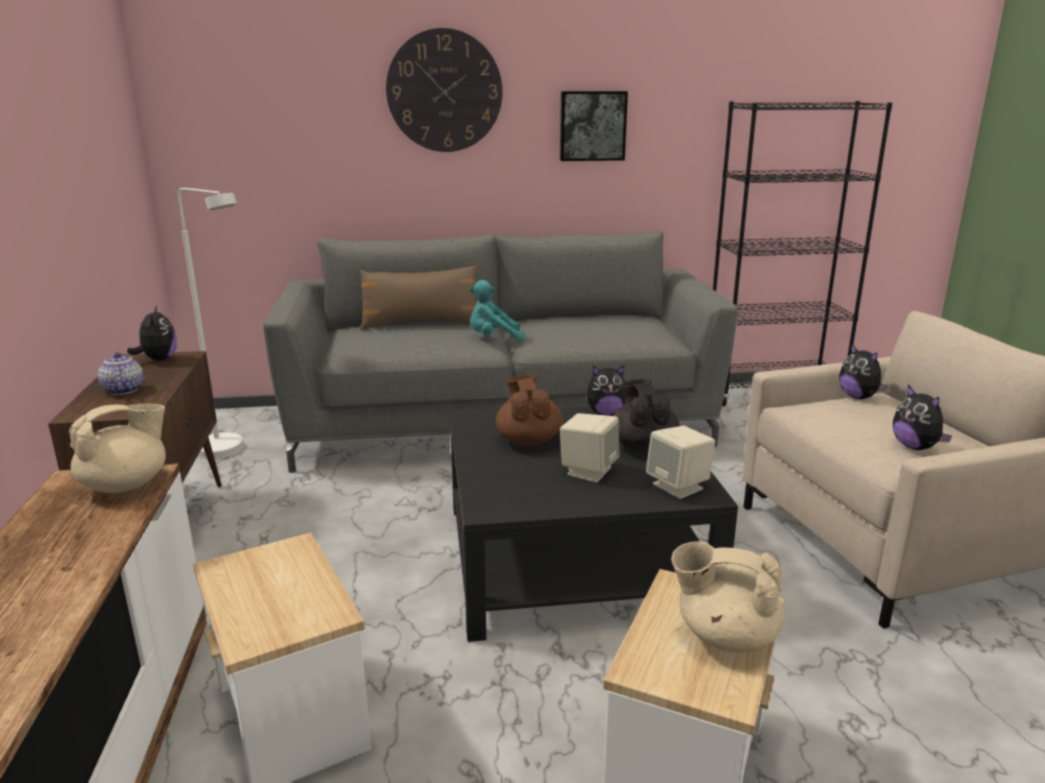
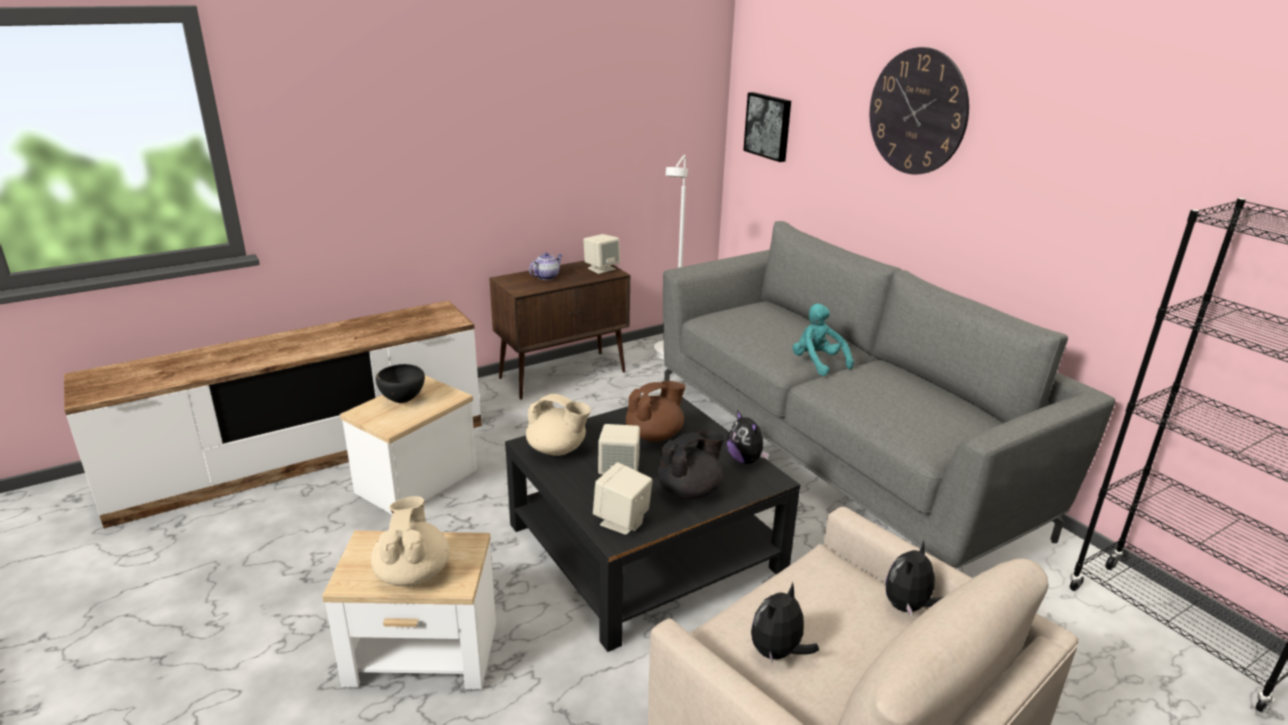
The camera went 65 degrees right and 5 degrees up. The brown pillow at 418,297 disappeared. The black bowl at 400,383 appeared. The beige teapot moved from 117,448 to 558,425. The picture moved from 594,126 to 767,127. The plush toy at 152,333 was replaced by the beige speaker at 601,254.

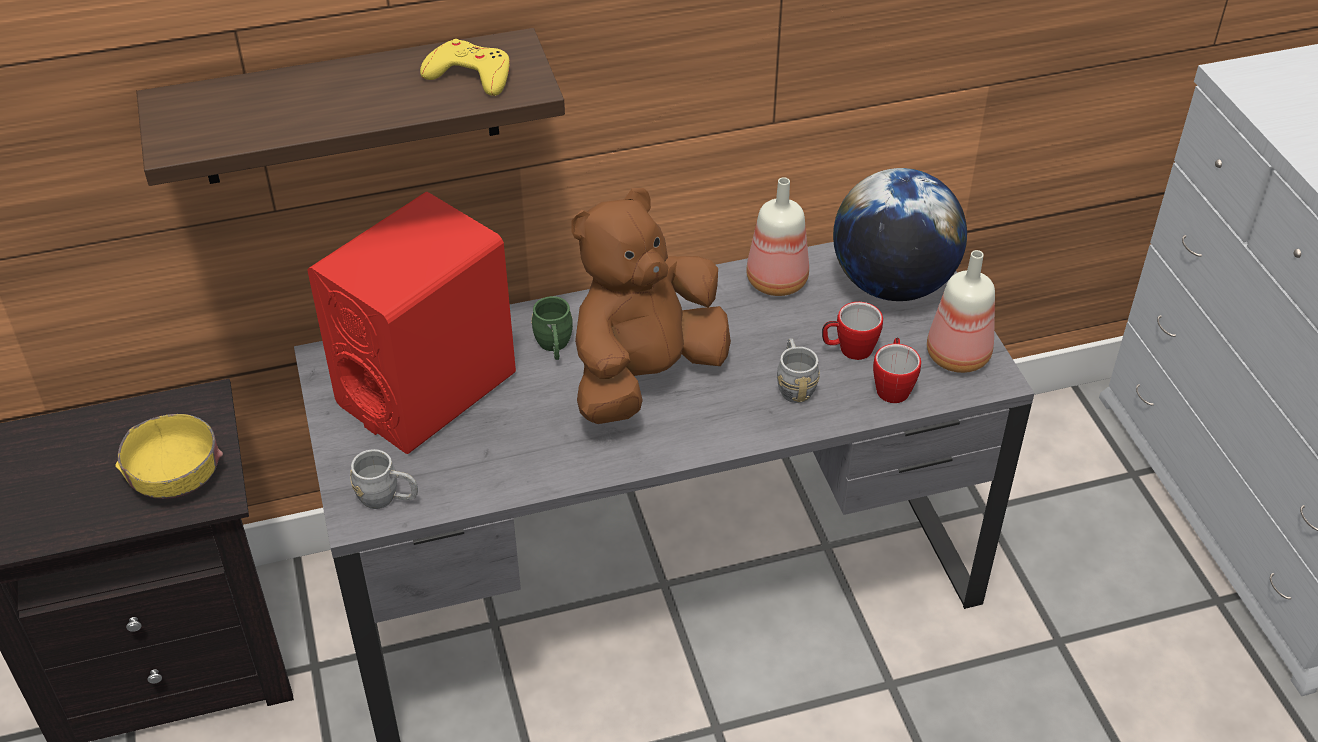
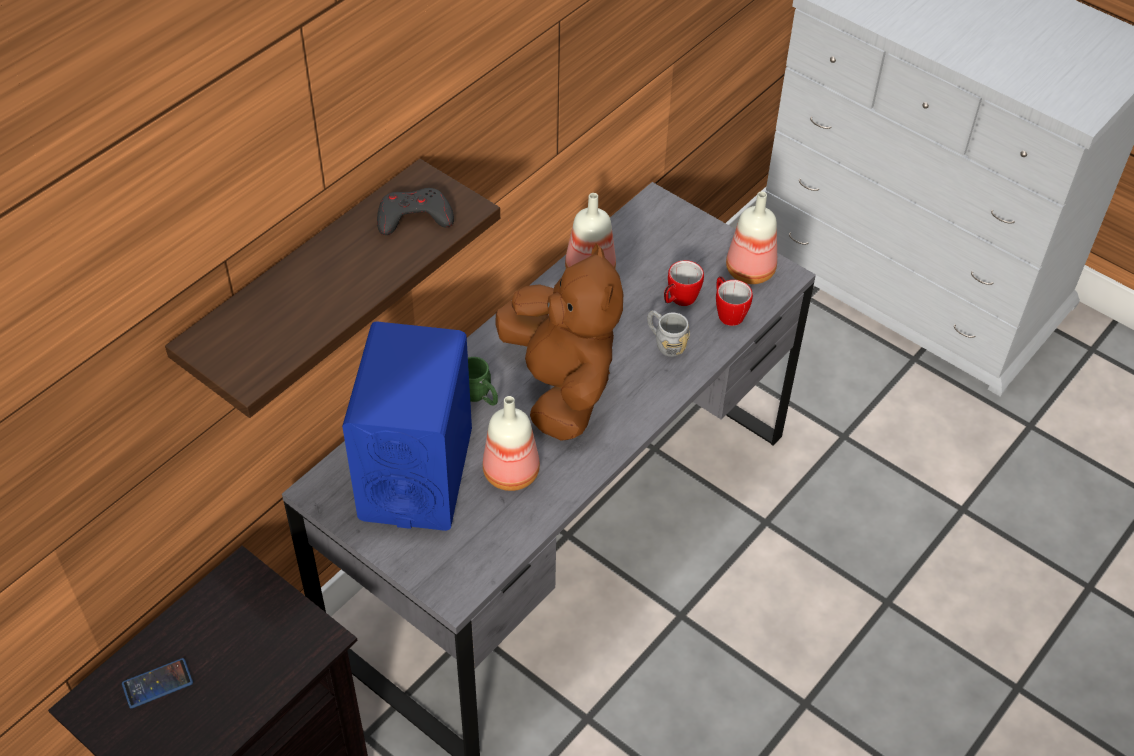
The camera went 35 degrees left and 5 degrees up. The yellow bowl at 169,456 disappeared. The grey mug at 384,479 disappeared. The globe at 900,234 disappeared. The phone at 157,683 appeared. The bottle at 511,443 appeared. The red speaker at 411,323 became the blue speaker at 407,426. The yellow game controller at 465,67 became the grey game controller at 415,211. The brown plush toy at 651,306 turned 150 degrees clockwise.

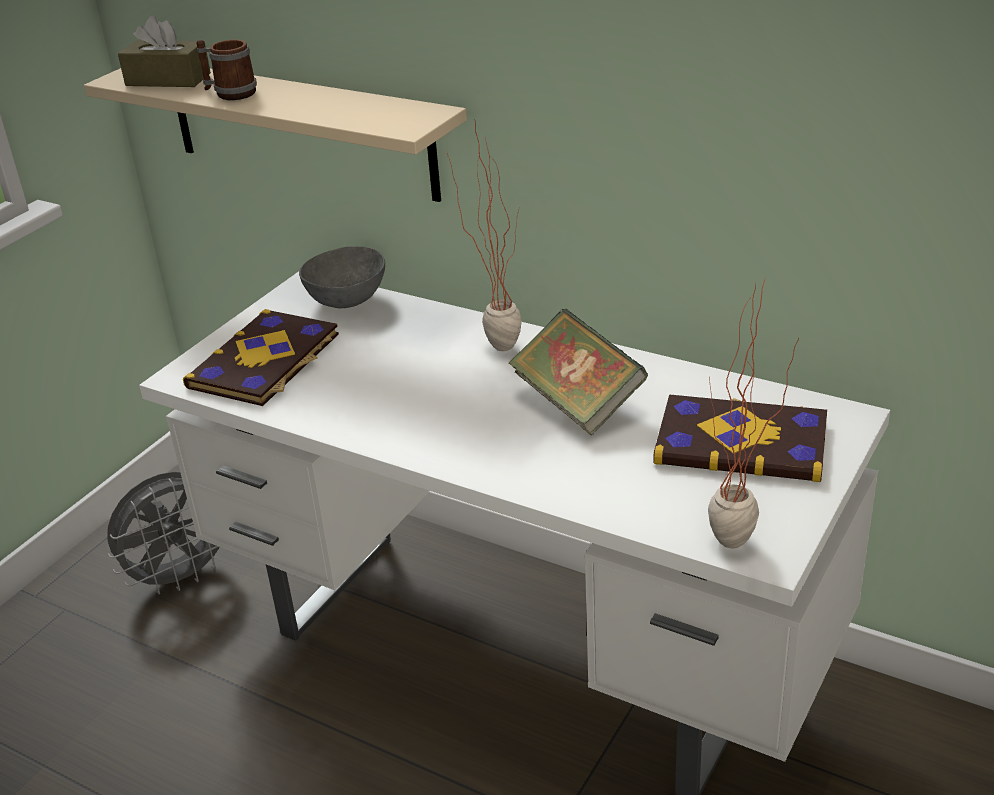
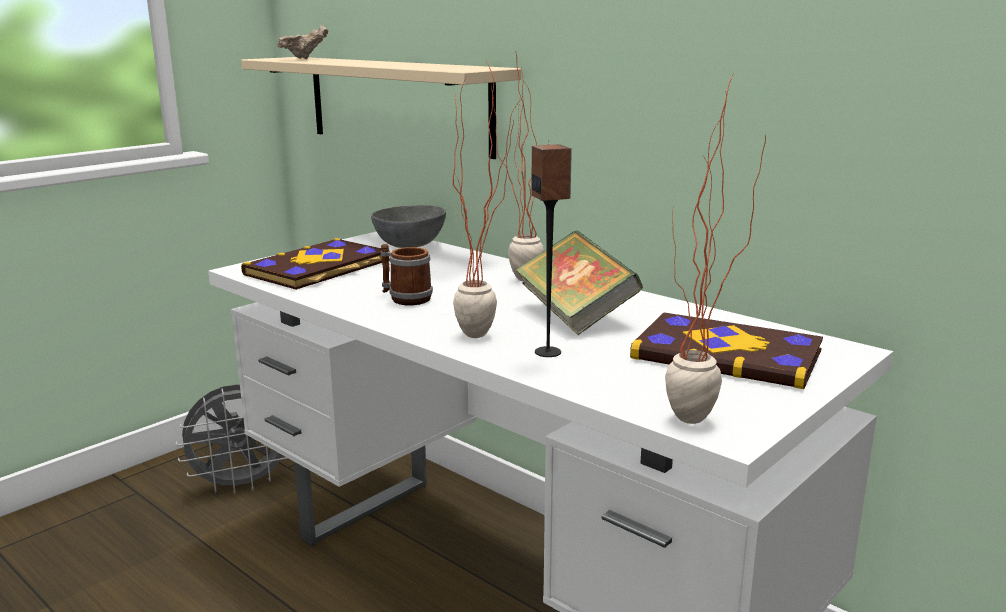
The camera went 10 degrees right and 15 degrees down. The potted plant at 486,198 appeared. The speaker at 551,250 appeared. The mug moved from 226,69 to 406,274. The brown tissue box at 164,51 was replaced by the beige bowl at 303,42.

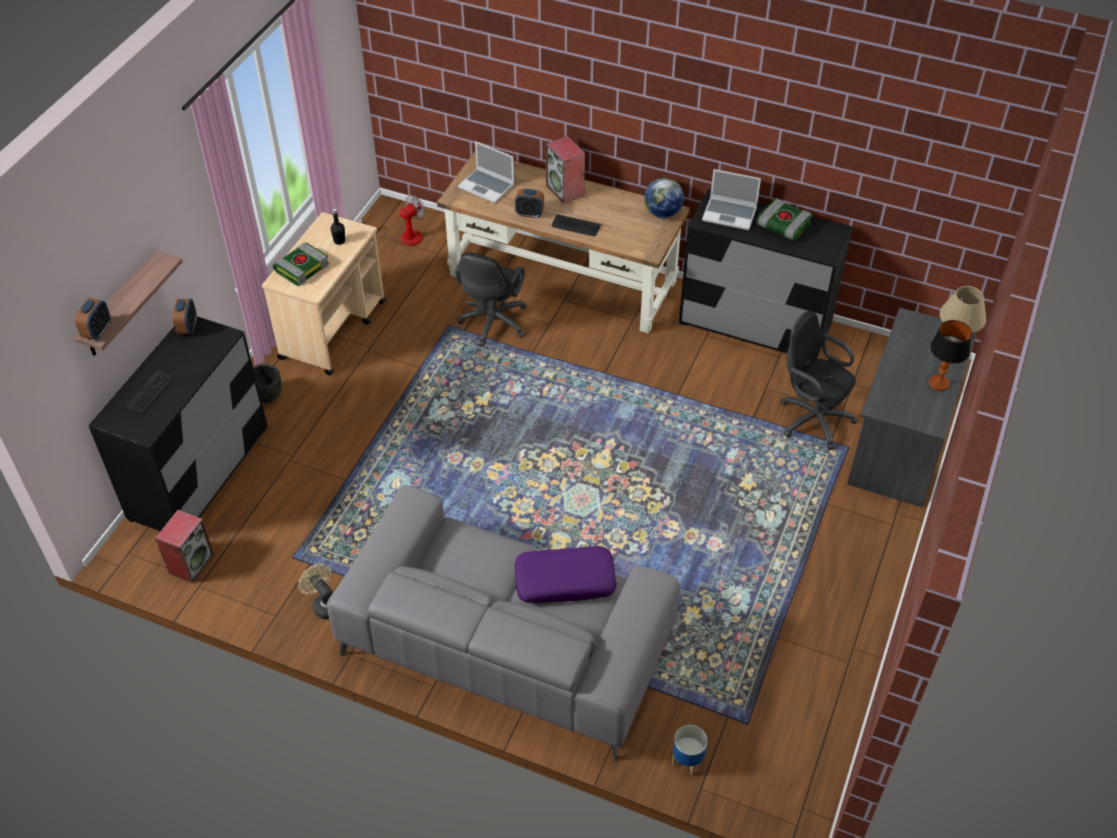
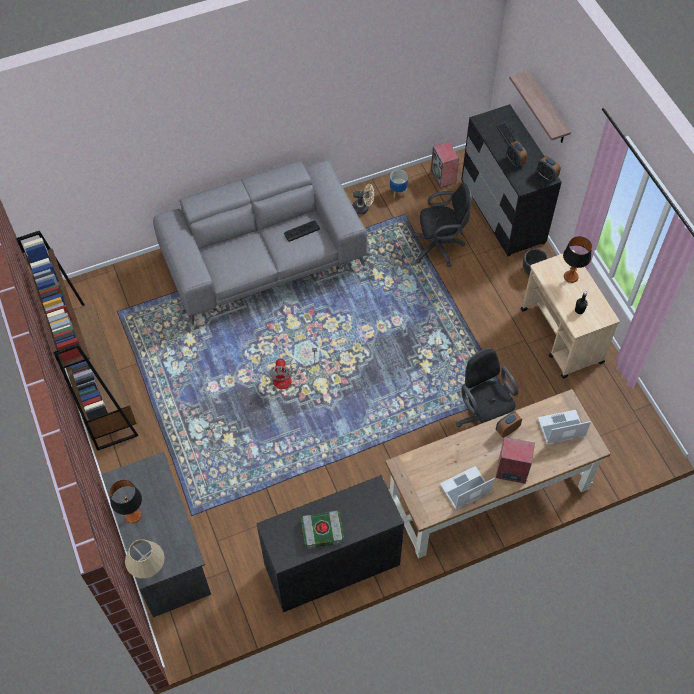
The camera went 135 degrees right and 10 degrees up. The purple pillow at 565,574 disappeared. The globe at 664,198 disappeared. The brown bookcase at 77,341 appeared. The alarm clock moved from 93,319 to 516,154. The fan moved from 392,220 to 293,368. The keyboard moved from 576,225 to 302,231. The planter moved from 689,750 to 399,184. The laptop moved from 731,199 to 467,488. The black office chair moved from 818,380 to 441,225. The book at 301,264 was replaced by the table lamp at 577,259.

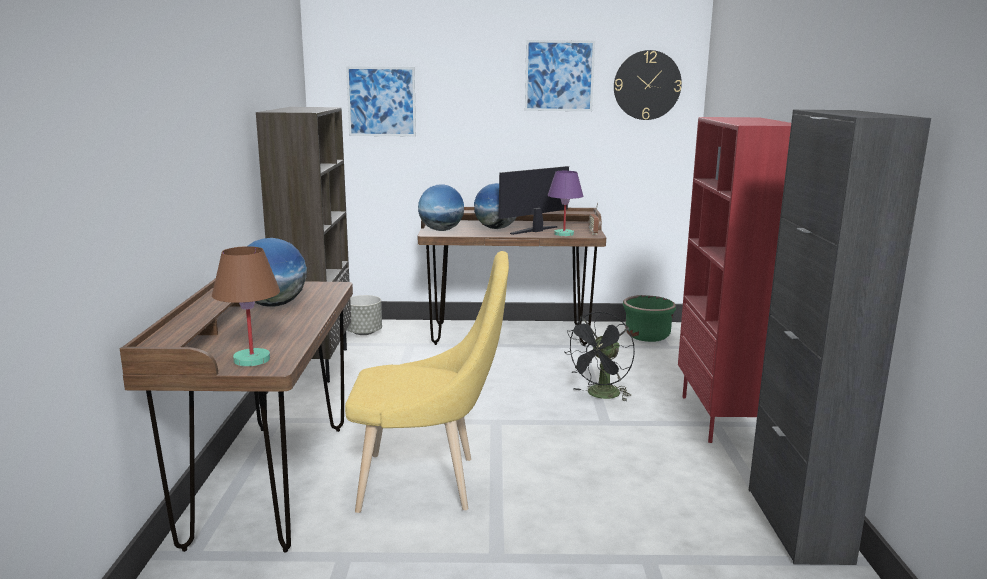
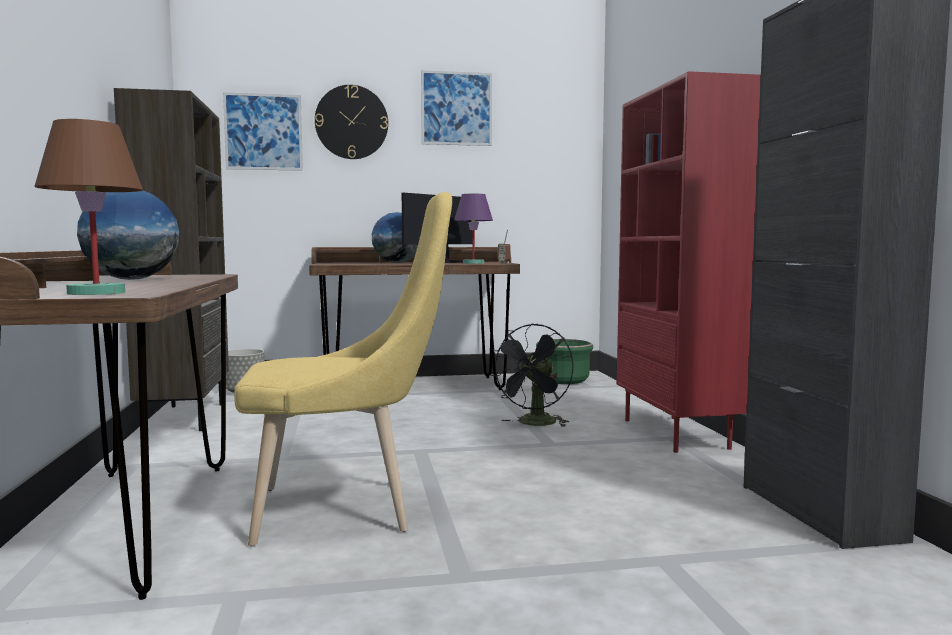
The camera went 10 degrees left and 10 degrees down. The globe at 441,207 disappeared. The wall clock moved from 648,85 to 351,122.

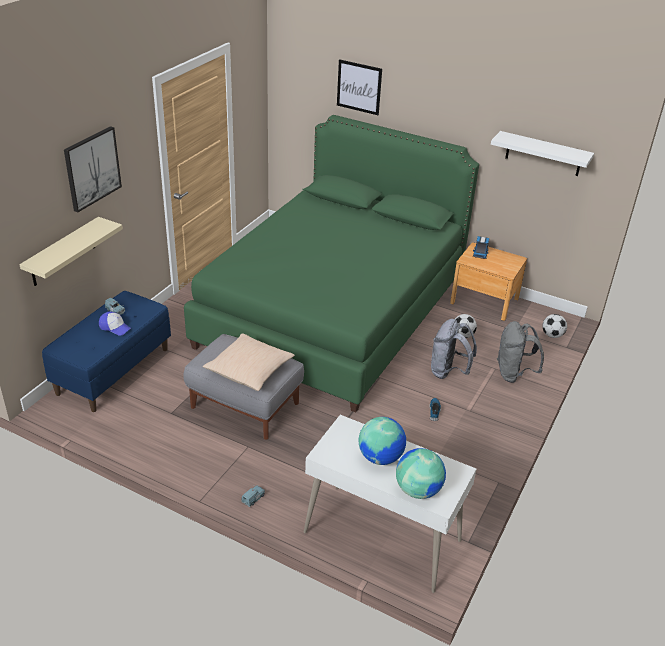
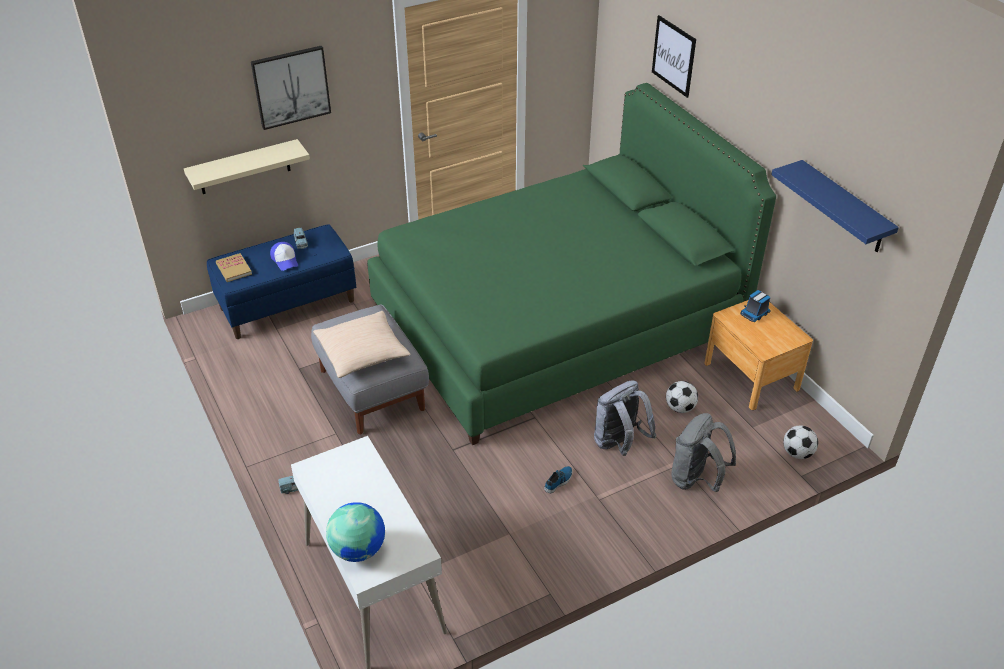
The camera went 35 degrees right and 5 degrees up. The globe at 382,441 disappeared. The book at 234,267 appeared. The white shelf at 542,153 became the blue shelf at 835,206.

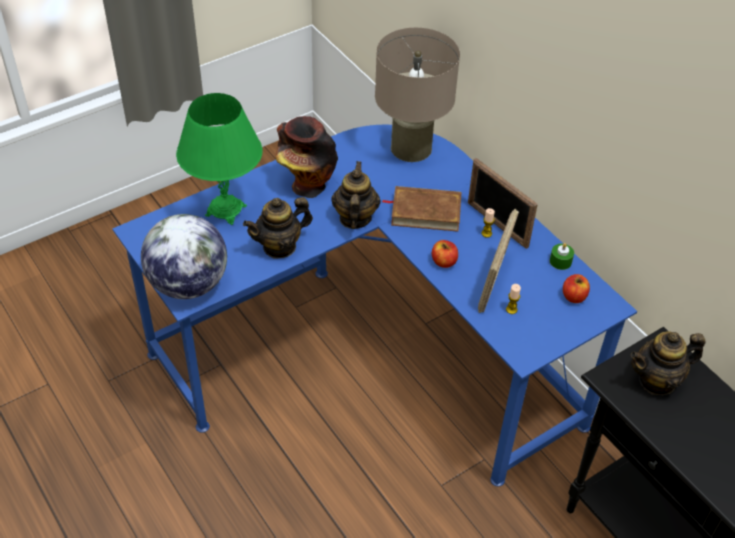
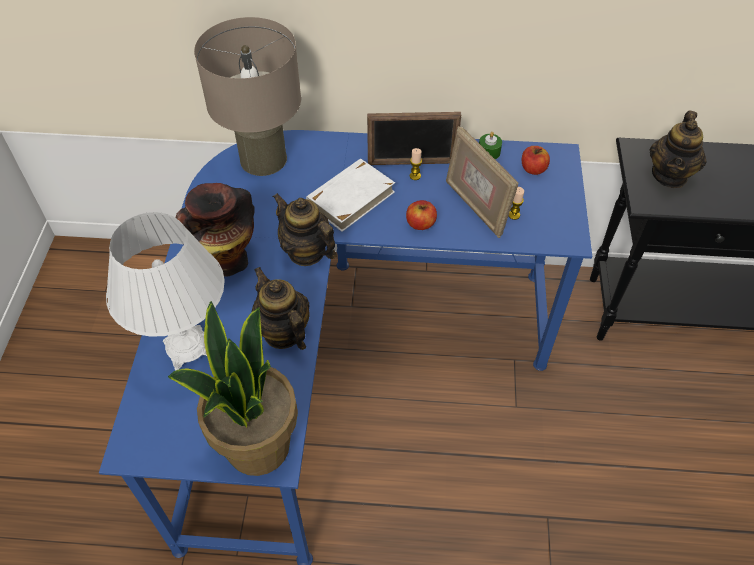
The camera went 50 degrees left and 5 degrees up. The globe at 184,256 was replaced by the potted plant at 233,388. The green table lamp at 219,159 became the white table lamp at 165,291. The brown book at 422,209 became the white book at 350,195. The teapot at 278,228 turned 135 degrees clockwise.

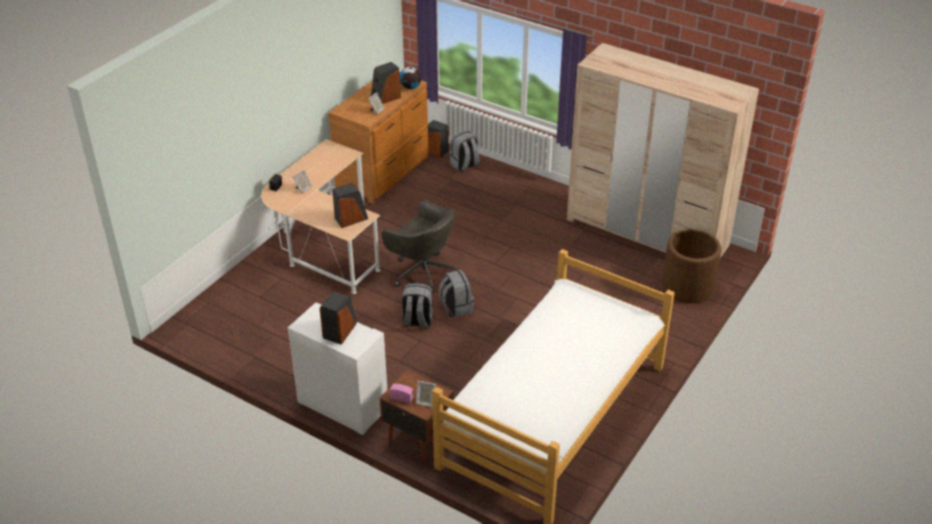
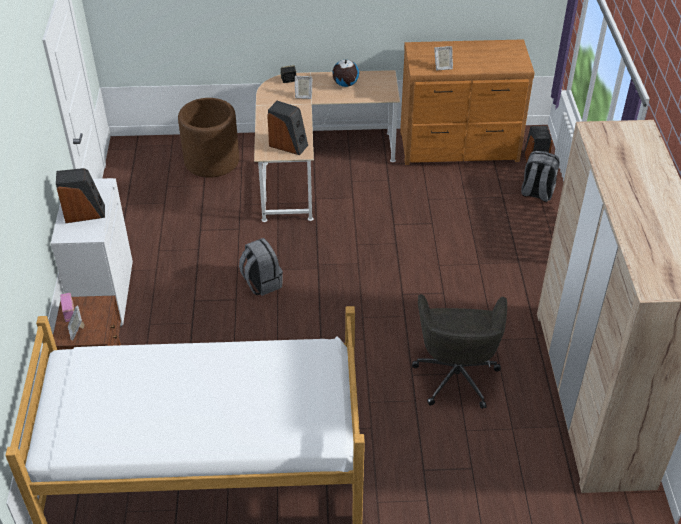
The camera went 55 degrees right and 5 degrees up. The speaker at 386,83 disappeared. The grey backpack at 456,294 disappeared. The grey office chair moved from 419,247 to 459,351. The globe moved from 410,77 to 345,73. The brown planter moved from 691,266 to 208,138.

